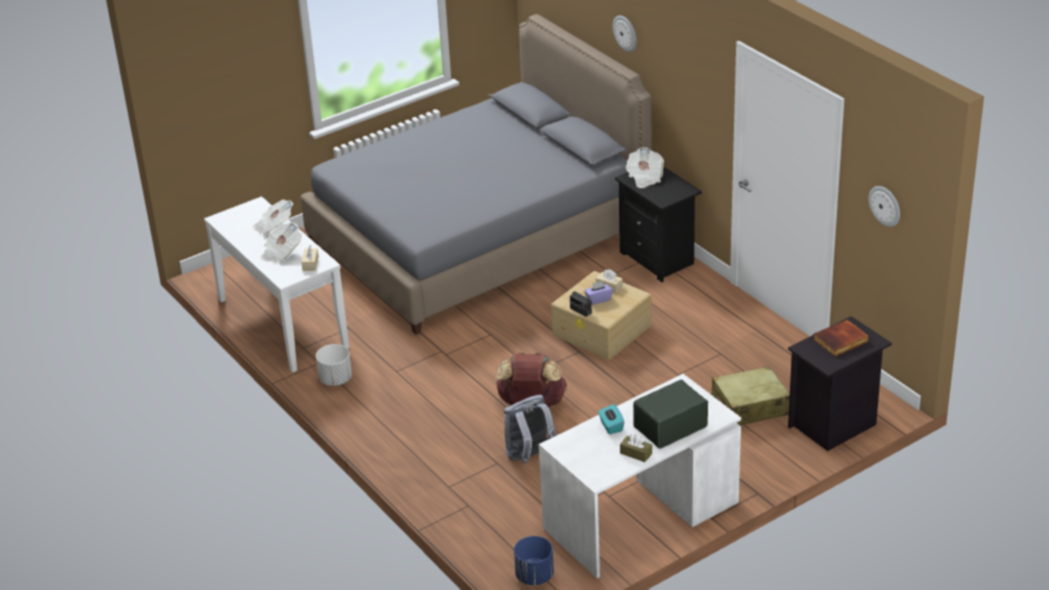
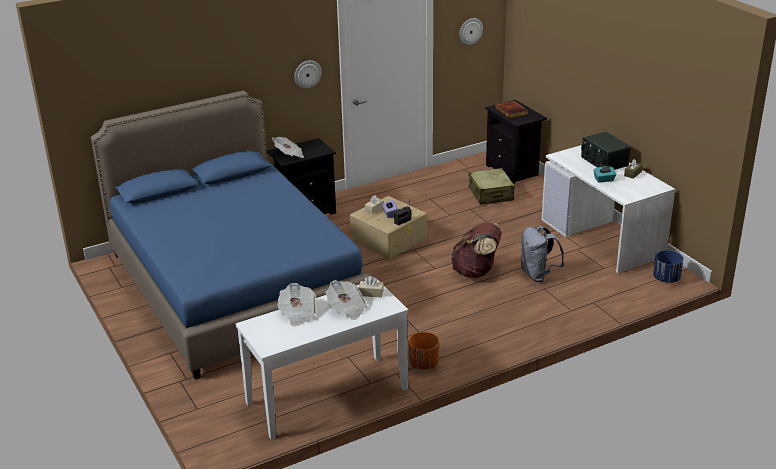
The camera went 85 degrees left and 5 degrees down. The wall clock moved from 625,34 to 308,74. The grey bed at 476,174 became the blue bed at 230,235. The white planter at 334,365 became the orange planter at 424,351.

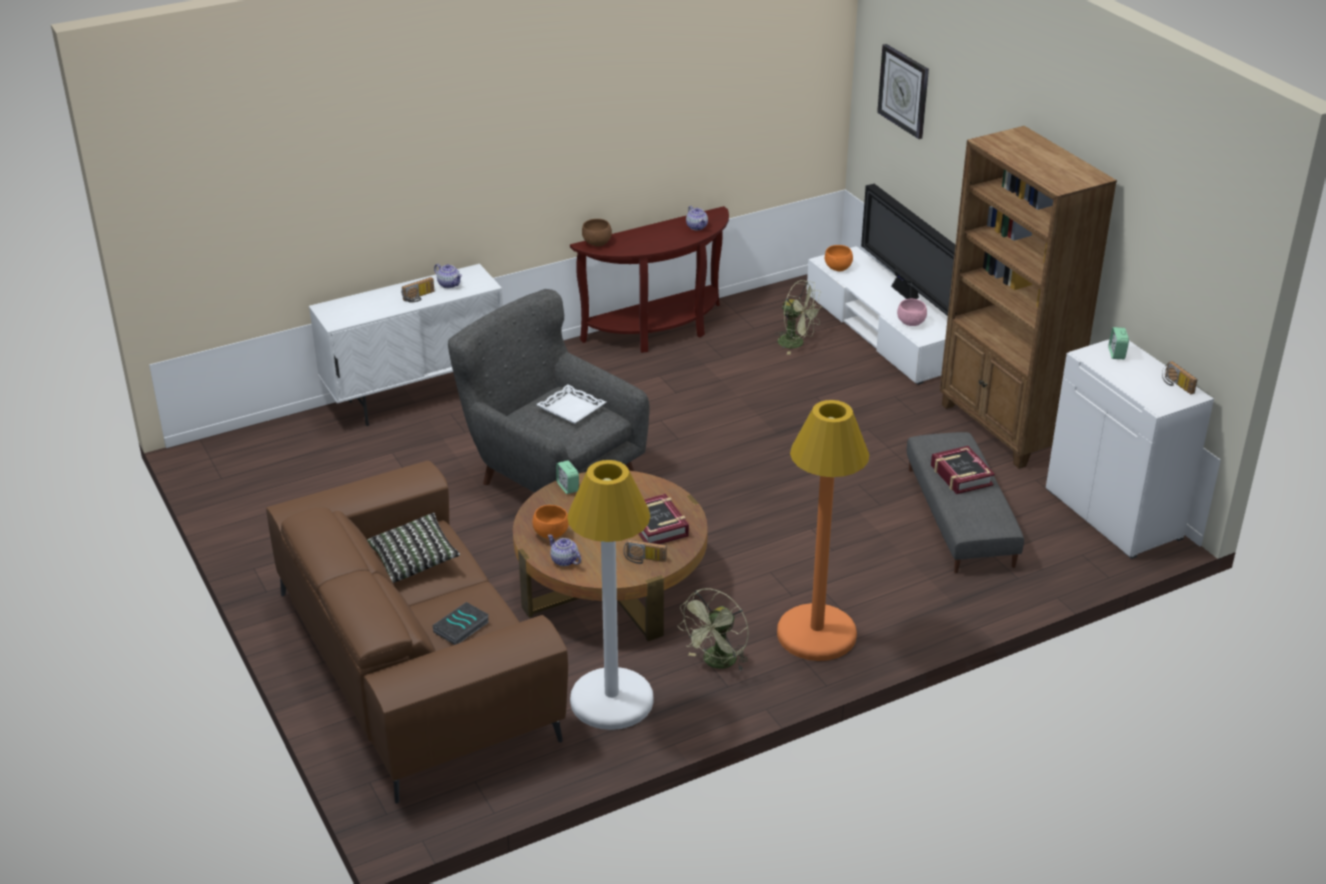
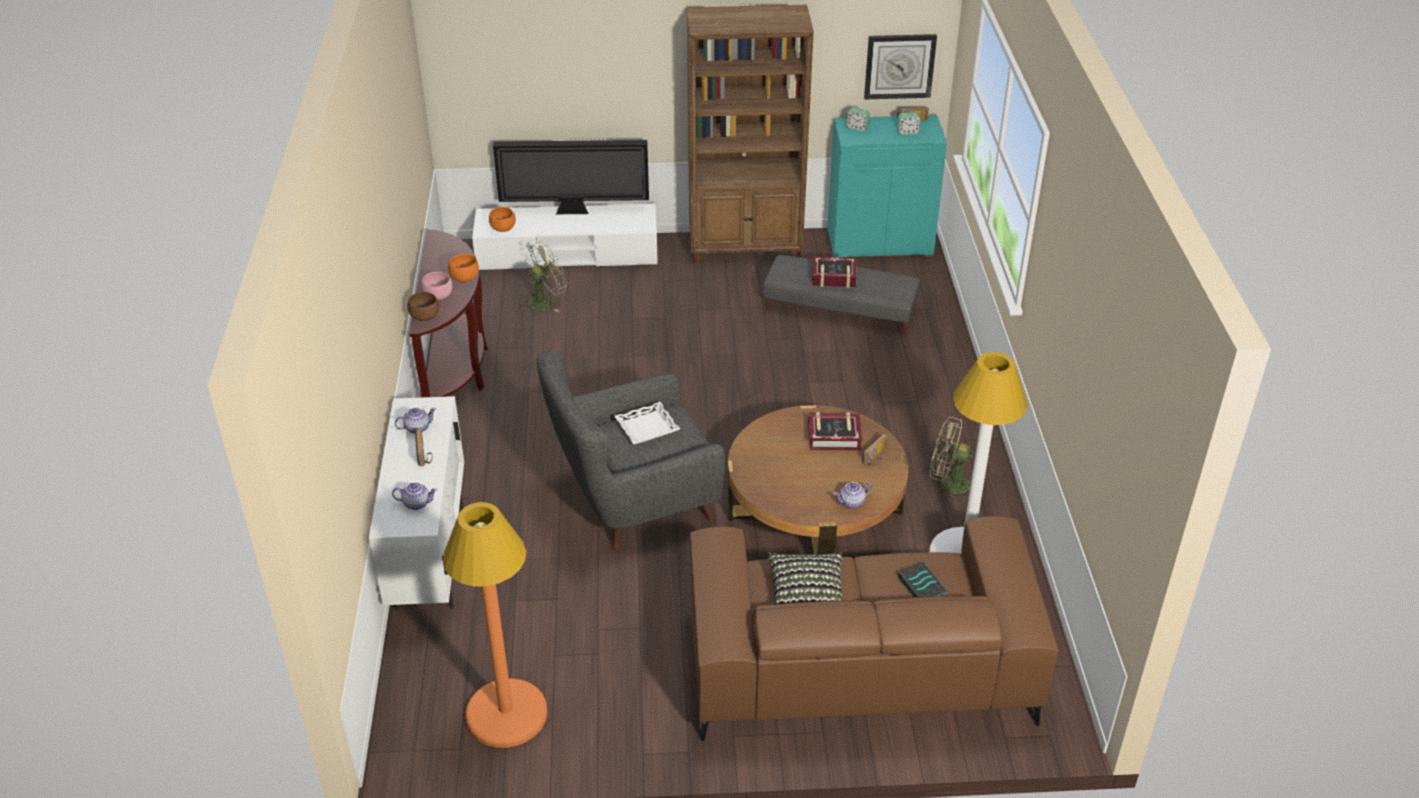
The camera went 65 degrees left and 5 degrees up. The orange bowl moved from 550,522 to 463,268. The alarm clock moved from 567,477 to 909,124. The teapot moved from 697,218 to 414,496. The orange floor lamp moved from 823,530 to 495,625. The wall clock moved from 903,91 to 900,66. The pink bowl moved from 912,312 to 436,286. The white cabinet at 1130,449 became the turquoise cabinet at 887,186. The green fan at 713,629 turned 135 degrees clockwise.

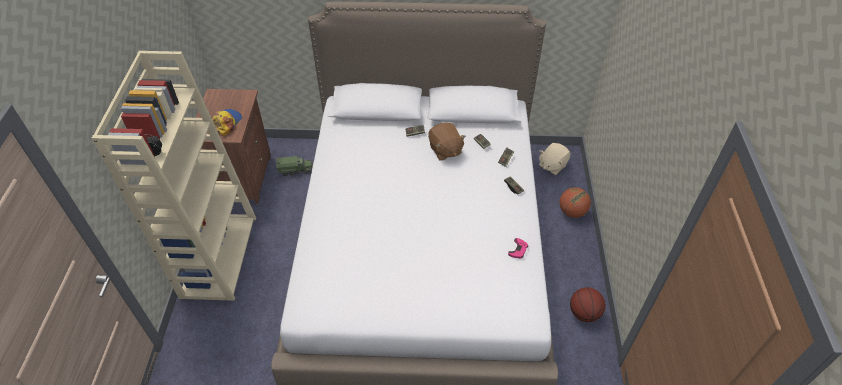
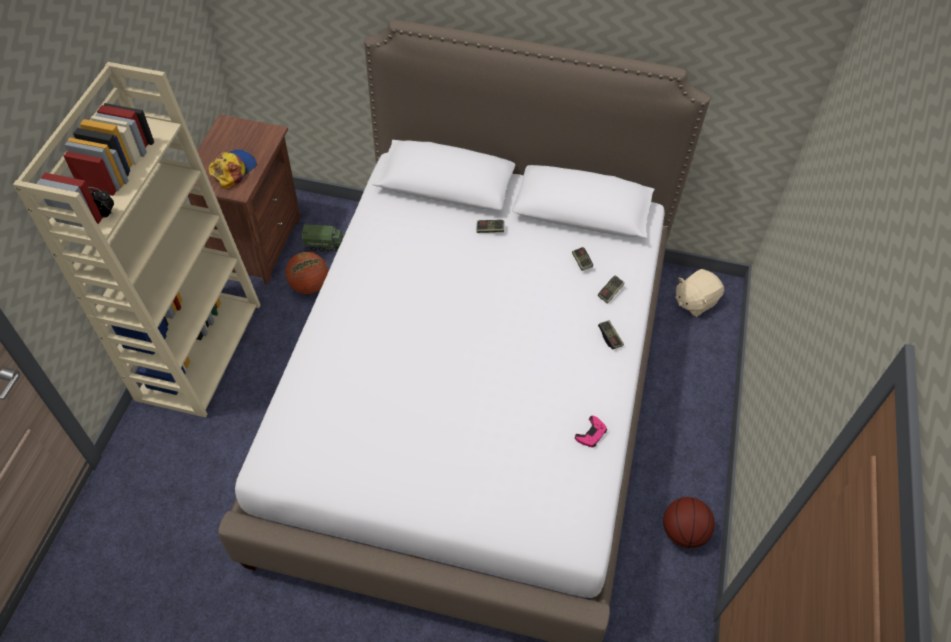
The camera went 10 degrees right and 5 degrees up. The brown plush toy at 447,142 disappeared. The basketball moved from 575,202 to 306,273.

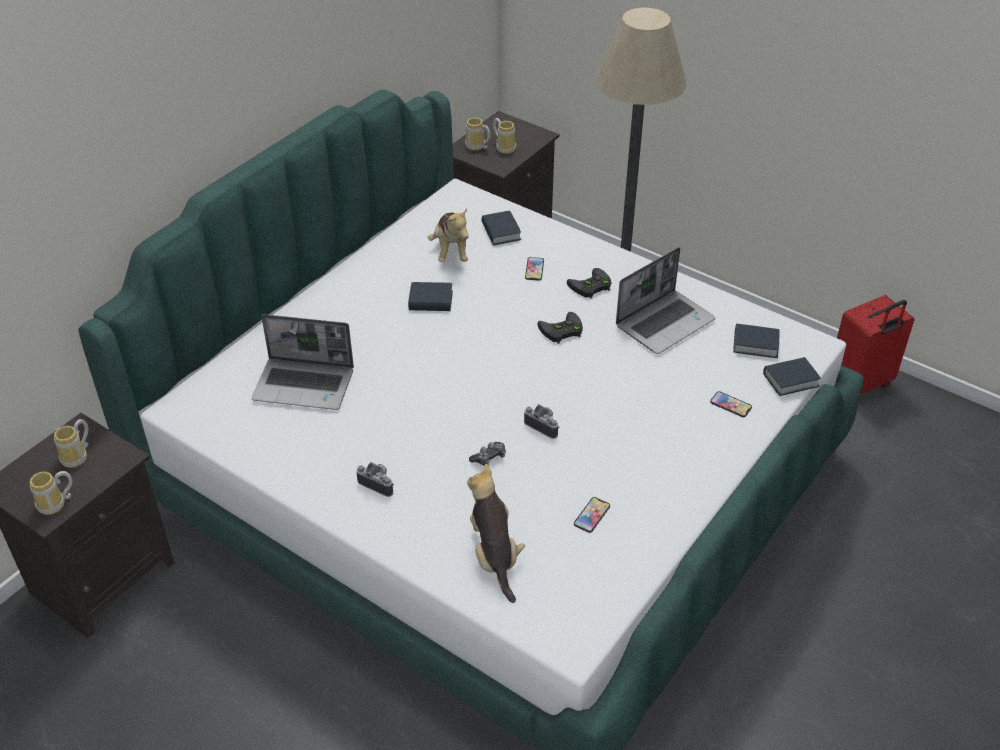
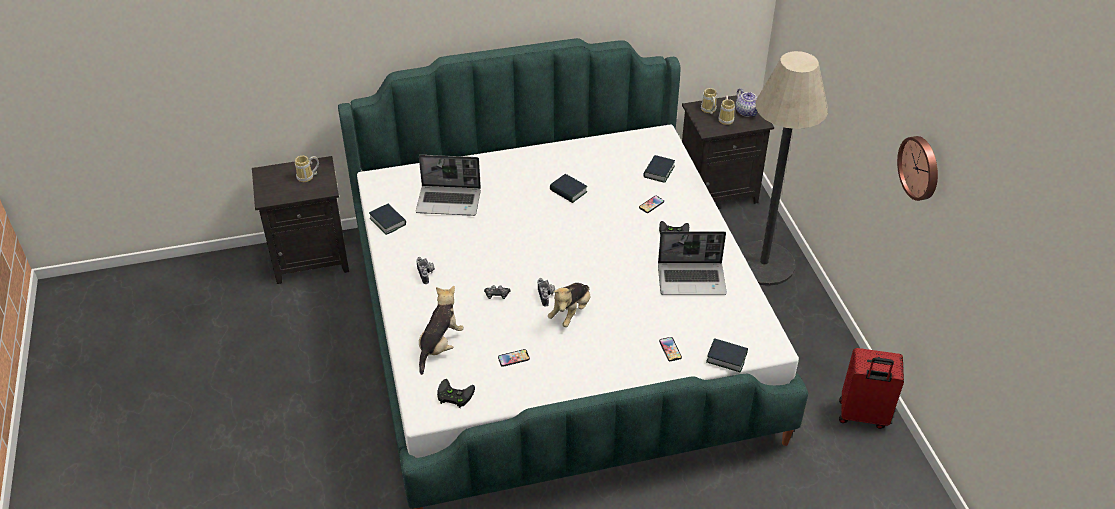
The camera went 40 degrees right and 0 degrees up. The mug at 51,493 disappeared. The teapot at 747,102 appeared. The wall clock at 917,168 appeared. The plush toy moved from 448,235 to 569,305. The black game controller moved from 560,328 to 456,393. The book moved from 756,341 to 387,219. The laptop at 303,362 turned 45 degrees counterclockwise.

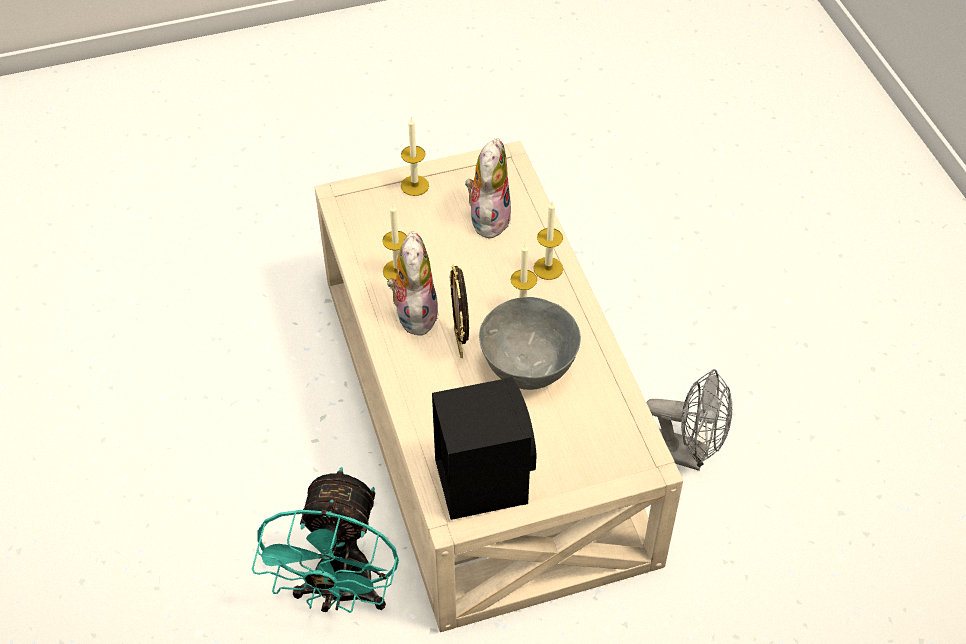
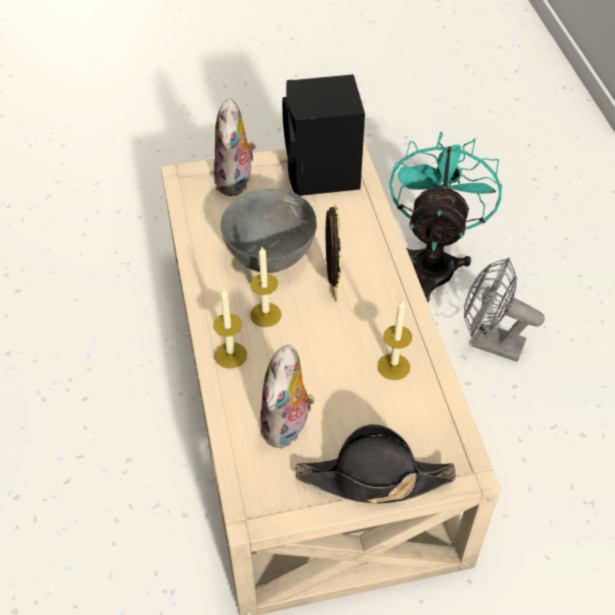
The camera went 175 degrees left and 0 degrees up. The plush toy moved from 413,283 to 235,147. The grey fan moved from 689,420 to 504,310. The candle at 415,157 was replaced by the black hat at 375,463.

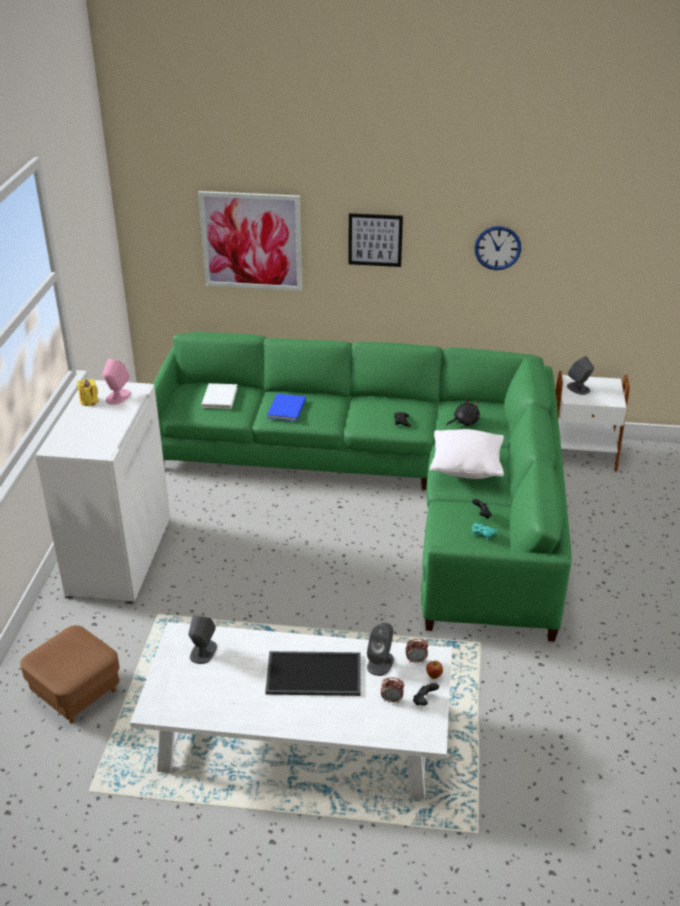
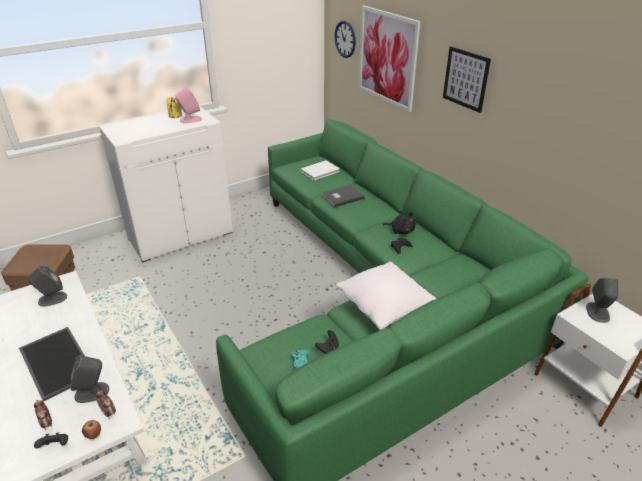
The camera went 50 degrees right and 0 degrees up. The black plush toy moved from 463,412 to 399,223. The wall clock moved from 498,248 to 345,39. The blue book at 286,408 became the grey book at 343,196.

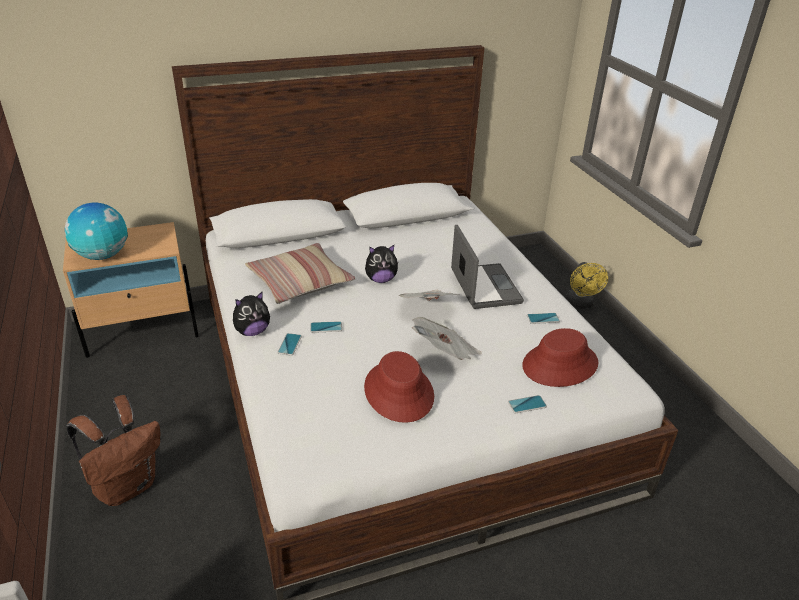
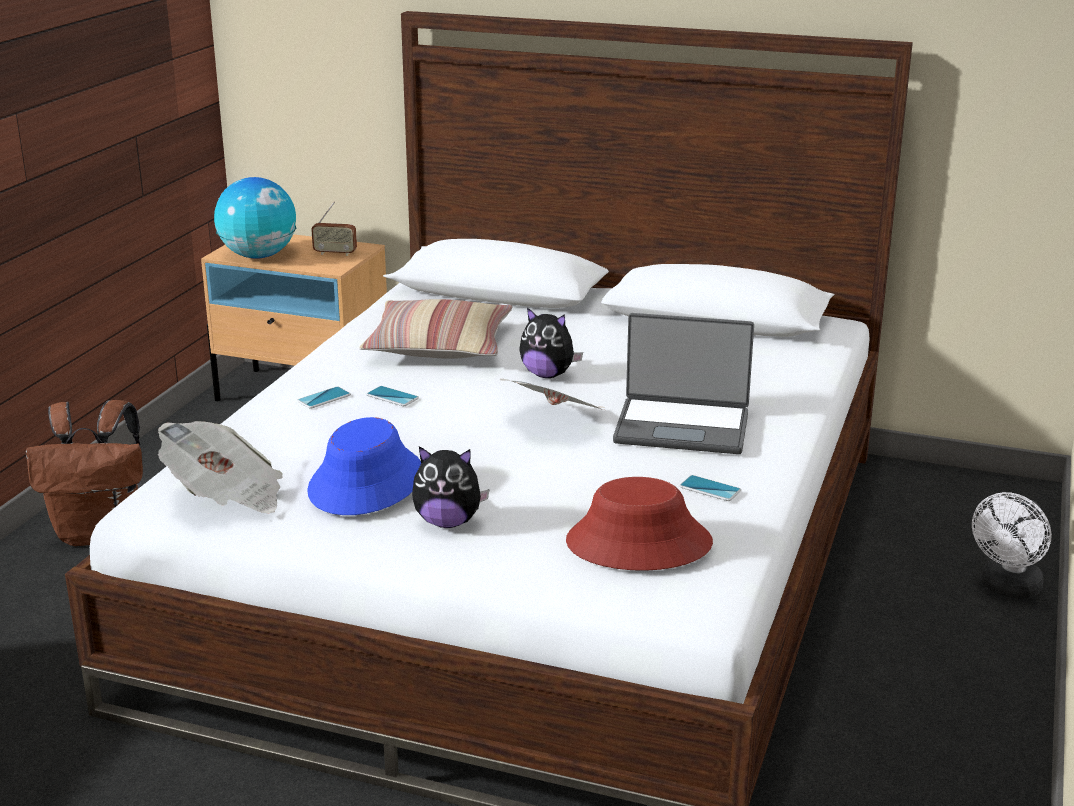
The camera went 40 degrees right and 10 degrees down. The phone at 527,404 disappeared. The radio at 334,228 appeared. The plush toy moved from 251,314 to 451,487. The newspaper moved from 447,338 to 220,467. The red hat at 399,387 became the blue hat at 364,466. The yellow fan at 587,285 became the white fan at 1012,545. The laptop at 487,267 turned 75 degrees clockwise.

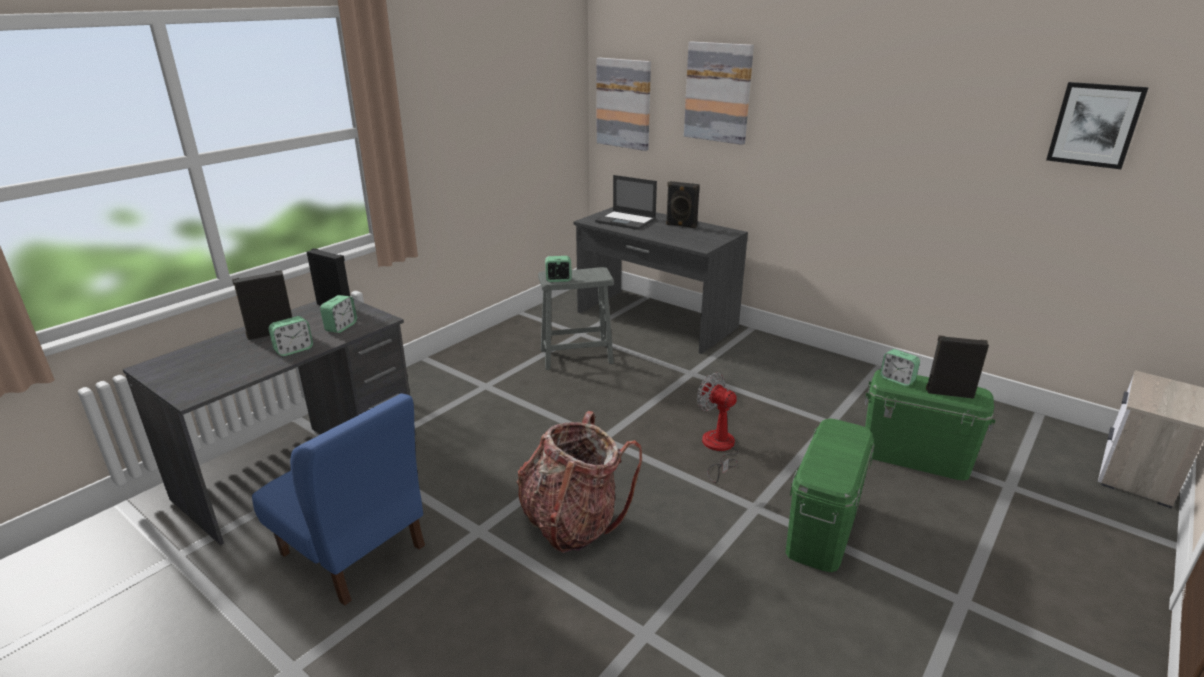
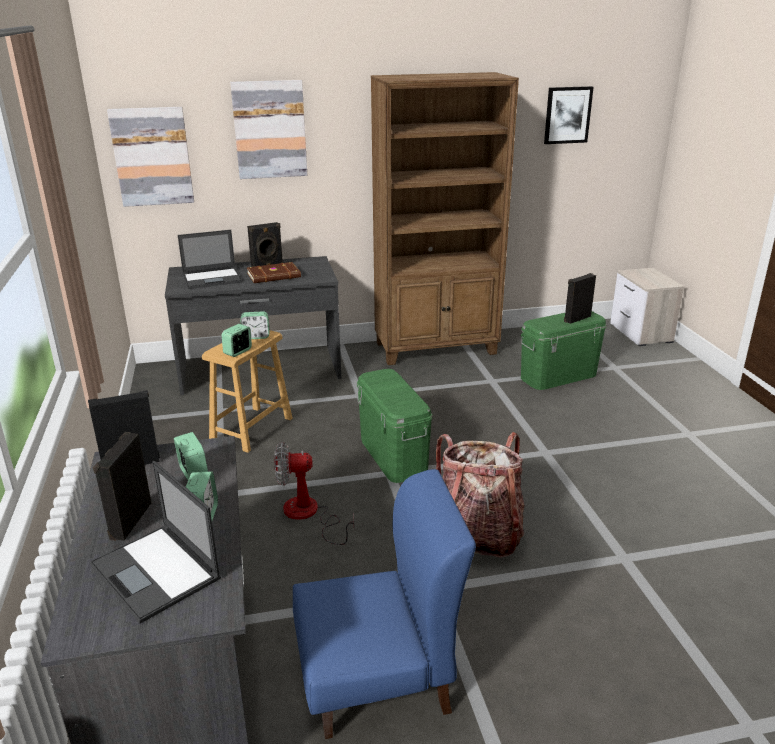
The camera went 50 degrees left and 0 degrees up. The laptop at 155,542 appeared. The brown book at 274,272 appeared. The brown bookcase at 445,218 appeared. The fan moved from 718,428 to 314,493. The green storage box moved from 830,495 to 395,426. The alarm clock moved from 900,367 to 255,325. The grey stool at 576,318 became the brown stool at 247,391.

